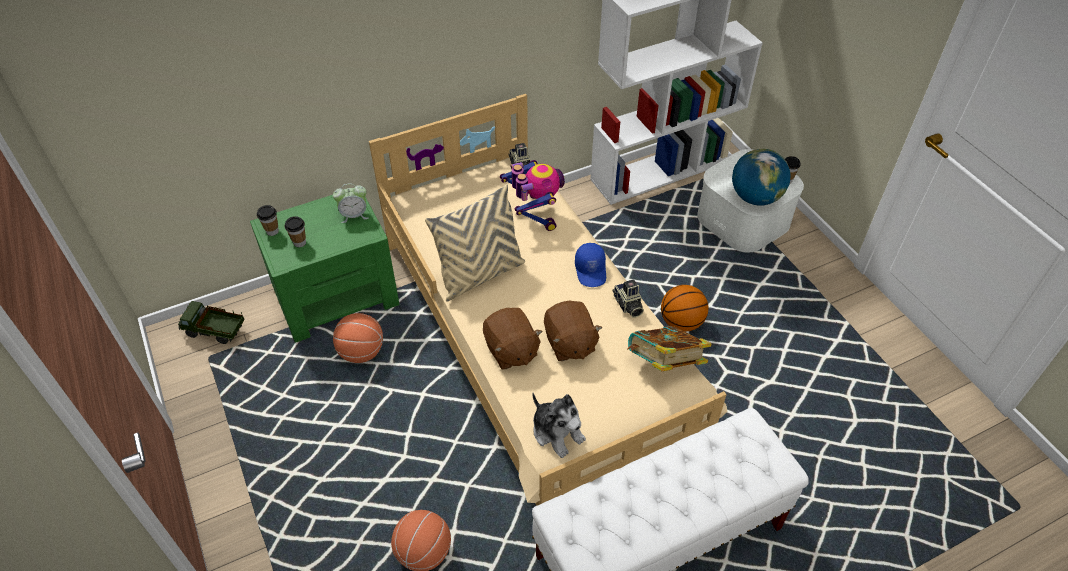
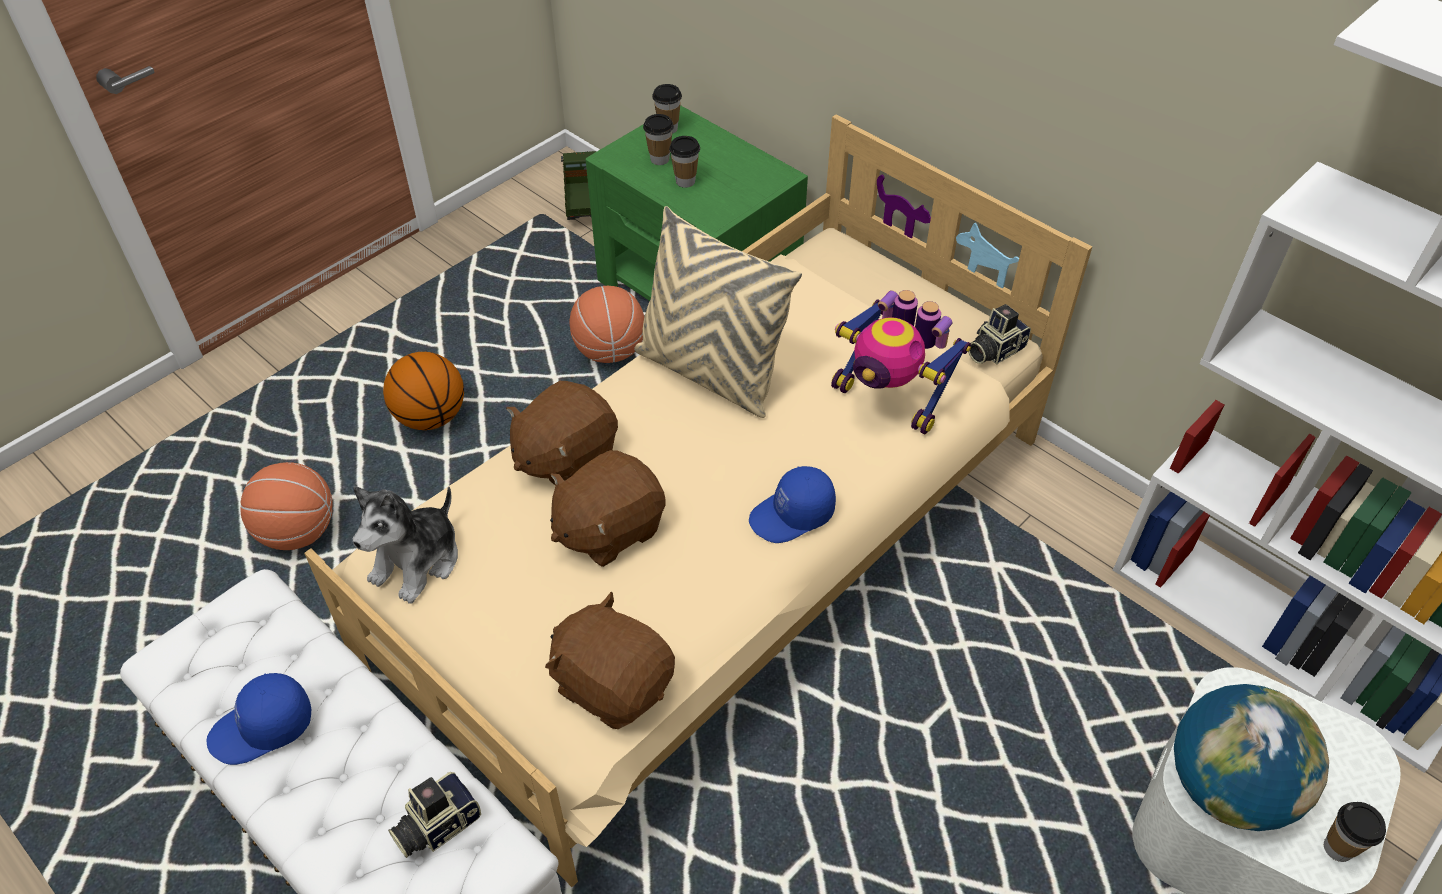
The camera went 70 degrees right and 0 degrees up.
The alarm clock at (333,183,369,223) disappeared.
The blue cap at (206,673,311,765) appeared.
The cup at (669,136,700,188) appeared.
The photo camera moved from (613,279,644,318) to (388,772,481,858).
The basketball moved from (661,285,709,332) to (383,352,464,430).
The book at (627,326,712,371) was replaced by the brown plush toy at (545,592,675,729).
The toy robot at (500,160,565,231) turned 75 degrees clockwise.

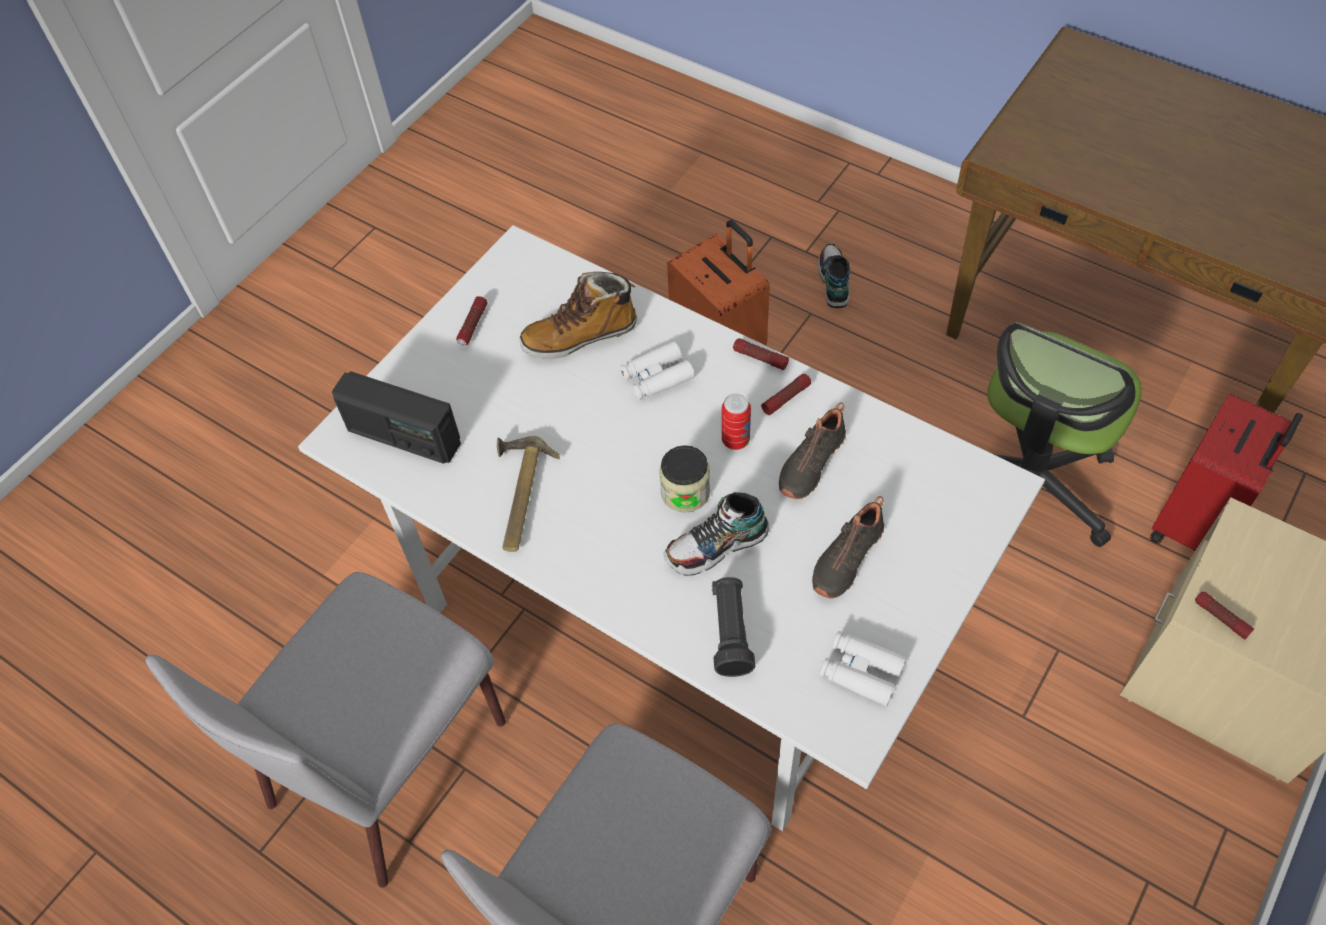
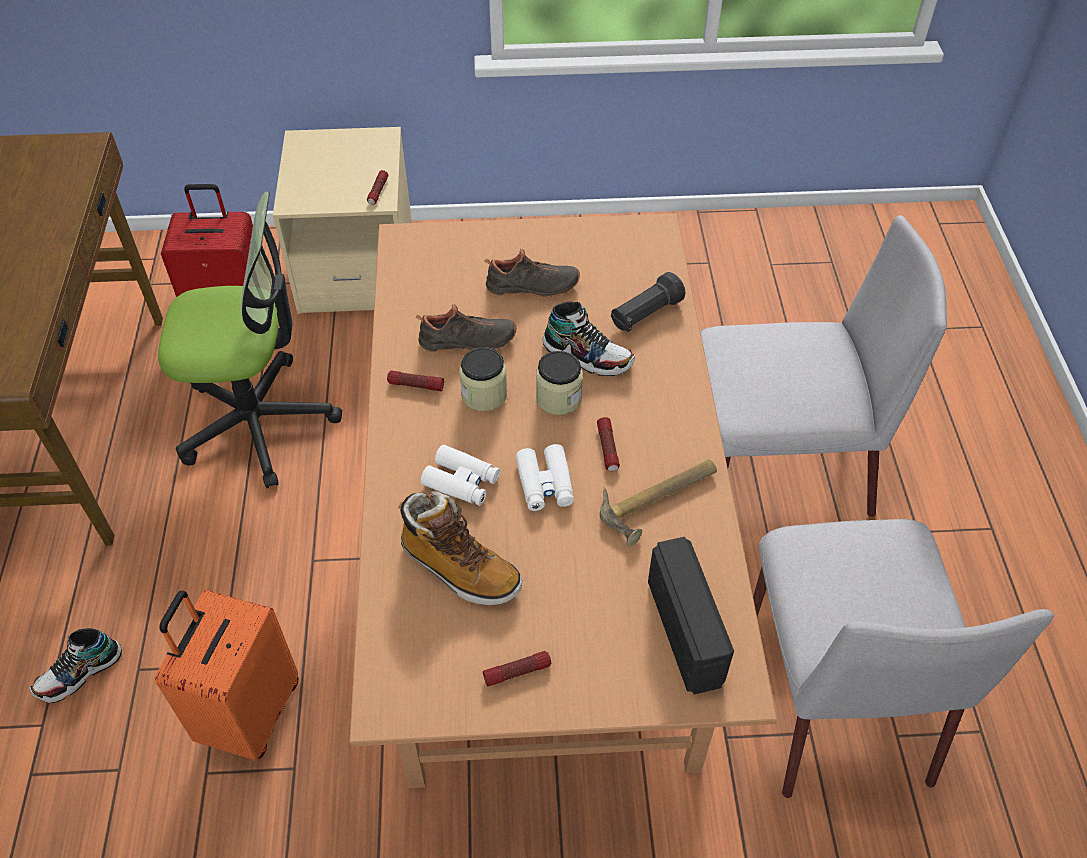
The camera went 130 degrees left and 5 degrees down.
The flashlight moved from (733,338,789,370) to (597,417,620,471).
The white binoculars moved from (819,631,907,706) to (516,444,574,511).
The can at (722,393,751,450) was replaced by the jar at (459,347,507,411).
The white dining table at (298,225,1045,831) became the brown dining table at (350,213,777,788).
The grey chair at (145,572,506,888) turned 90 degrees clockwise.

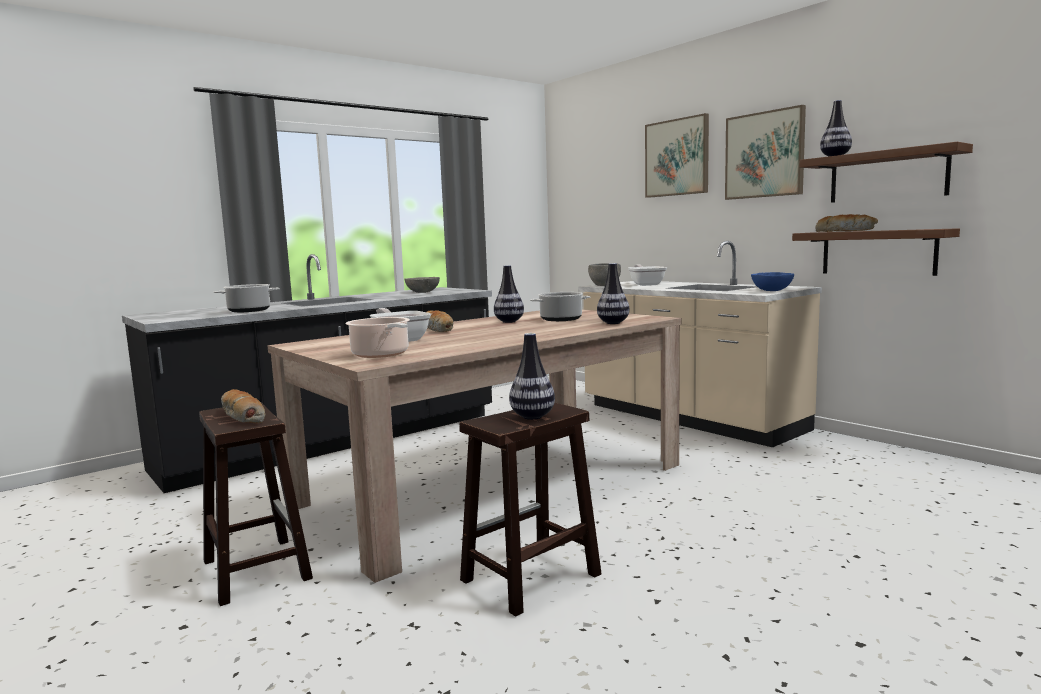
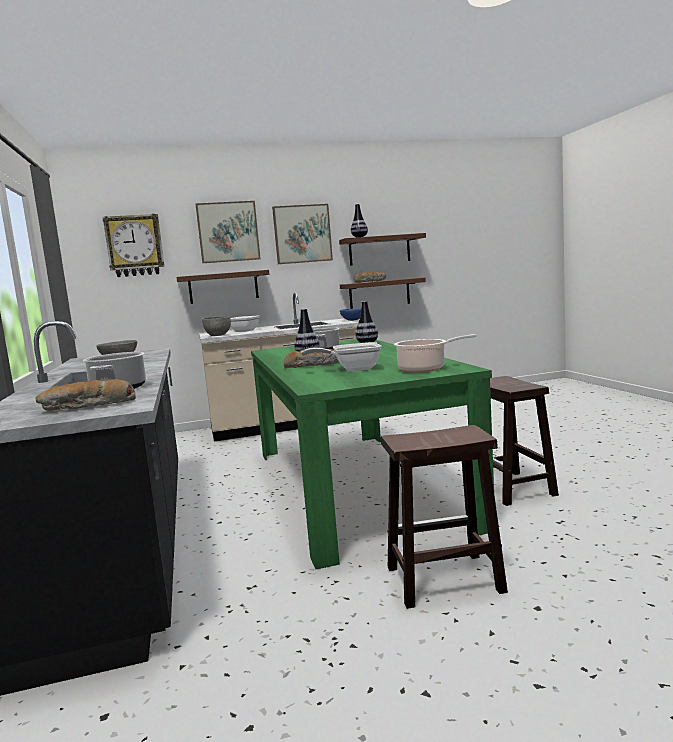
The camera went 65 degrees left and 0 degrees up.
The vase at (509,333,555,420) disappeared.
The wall clock at (103,214,164,277) appeared.
The brown shelf at (177,270,269,304) appeared.
The bread moved from (221,389,265,423) to (35,379,136,411).
The beige dining table at (267,309,681,583) became the green dining table at (251,339,494,569).

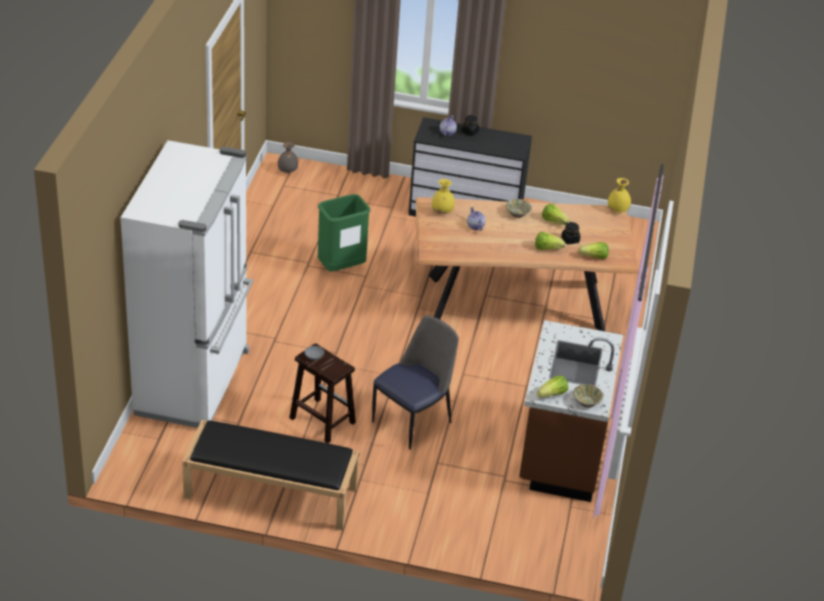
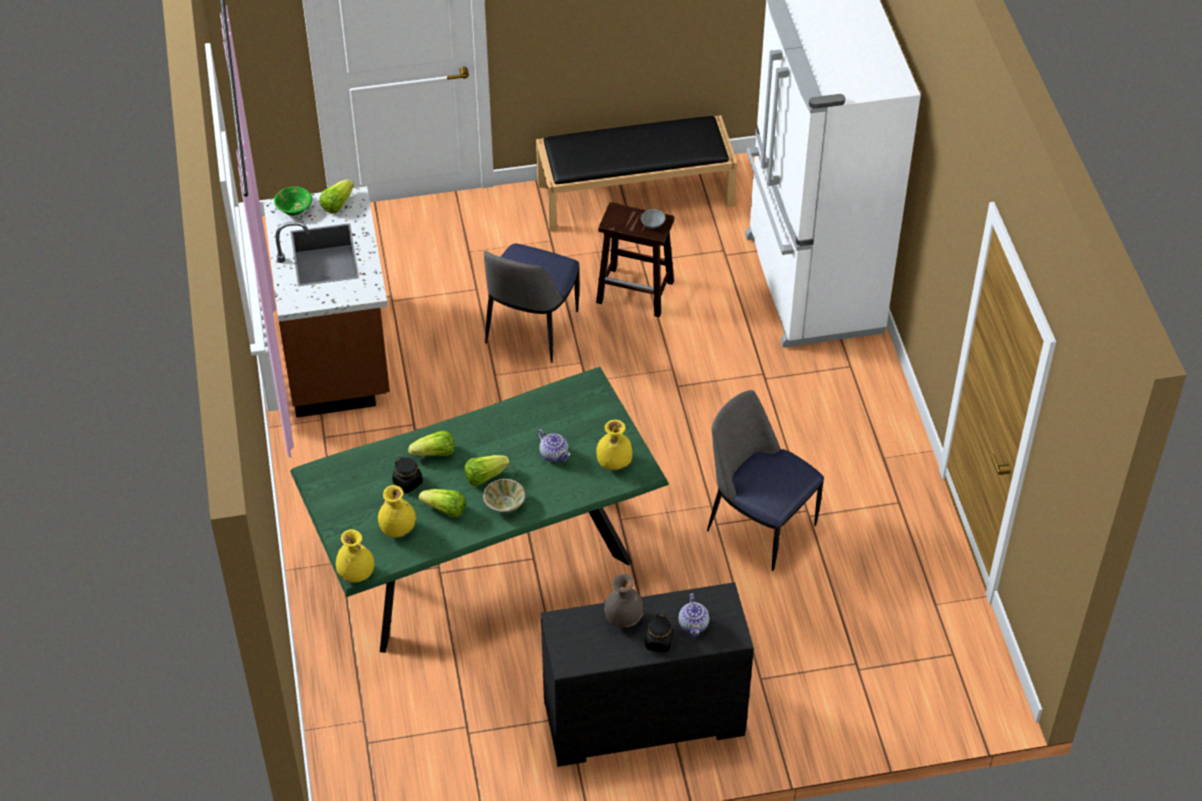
The camera went 160 degrees right and 10 degrees up.
The yellow vase at (378,485,417,538) appeared.
The grey vase moved from (278,142,298,173) to (604,574,644,627).
The lettuce moved from (579,242,609,259) to (464,455,510,486).
The green trash can at (318,194,370,271) was replaced by the chair at (707,390,824,571).
The brown dining table at (416,197,639,332) became the green dining table at (290,367,669,653).
The beige bowl at (573,384,604,408) became the green bowl at (274,187,312,216).

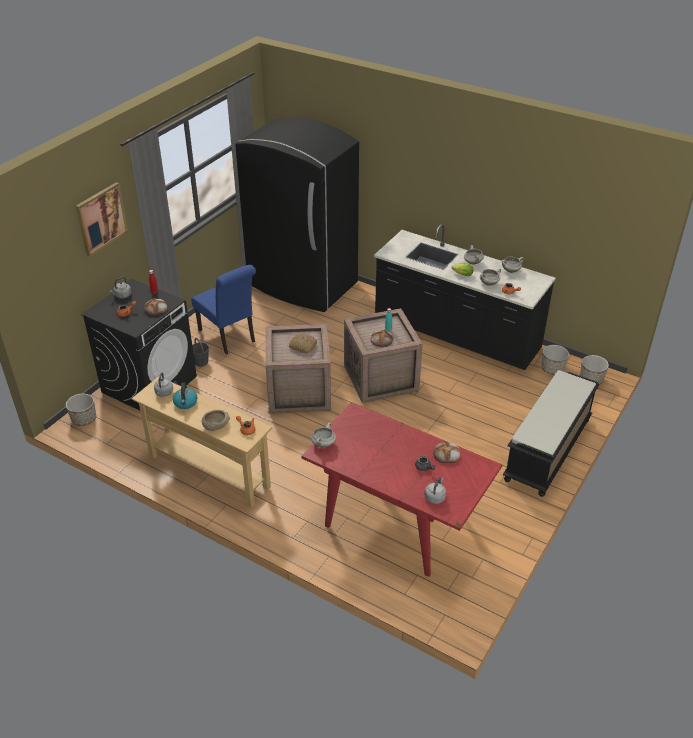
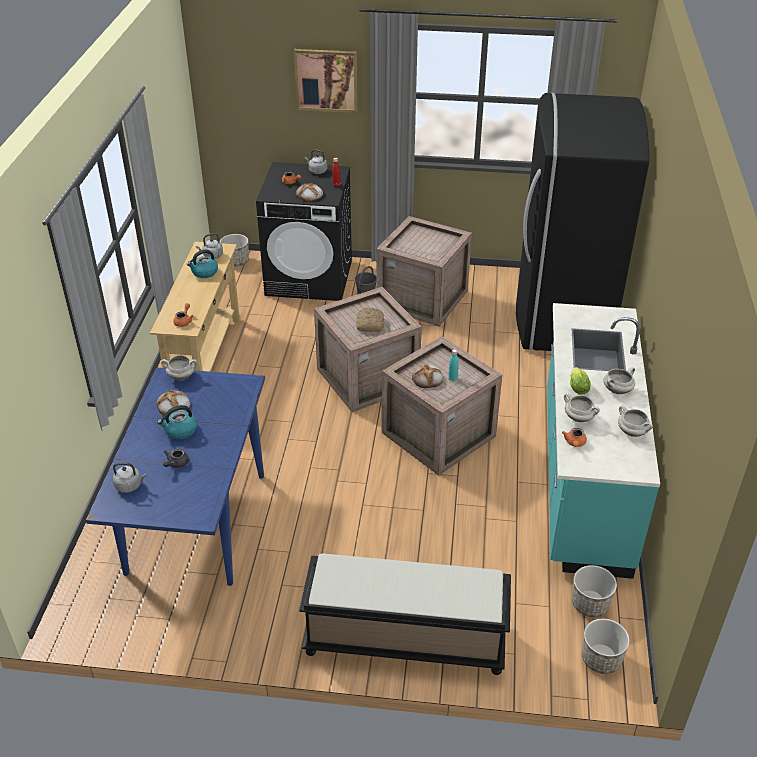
The camera went 65 degrees right and 0 degrees up.
The beige bowl at (201,410,230,431) disappeared.
The kettle at (157,405,197,439) appeared.
The bread moved from (433,441,460,463) to (156,390,191,415).
The blue chair at (191,265,256,354) was replaced by the crate at (377,216,472,327).
The red dining table at (301,402,502,577) became the blue dining table at (86,367,265,586).
The black counter at (374,224,556,370) became the turquoise counter at (547,303,660,579).

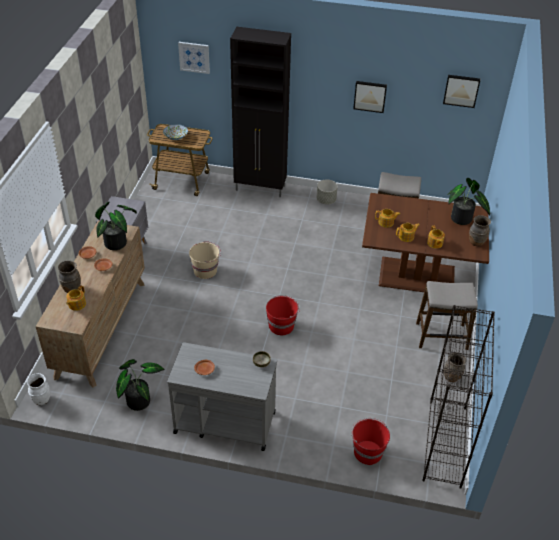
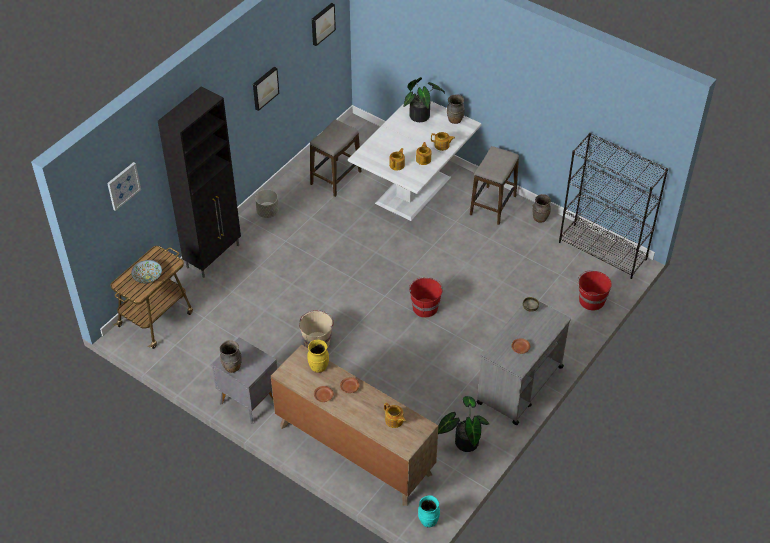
The camera went 65 degrees left and 5 degrees up.
The brown vase moved from (58,260,81,293) to (219,340,242,373).
The potted plant at (95,202,137,250) was replaced by the yellow vase at (307,340,329,373).
The white vase at (27,373,50,406) became the turquoise vase at (418,495,440,528).
The brown dining table at (362,193,489,292) became the white dining table at (348,101,482,221).

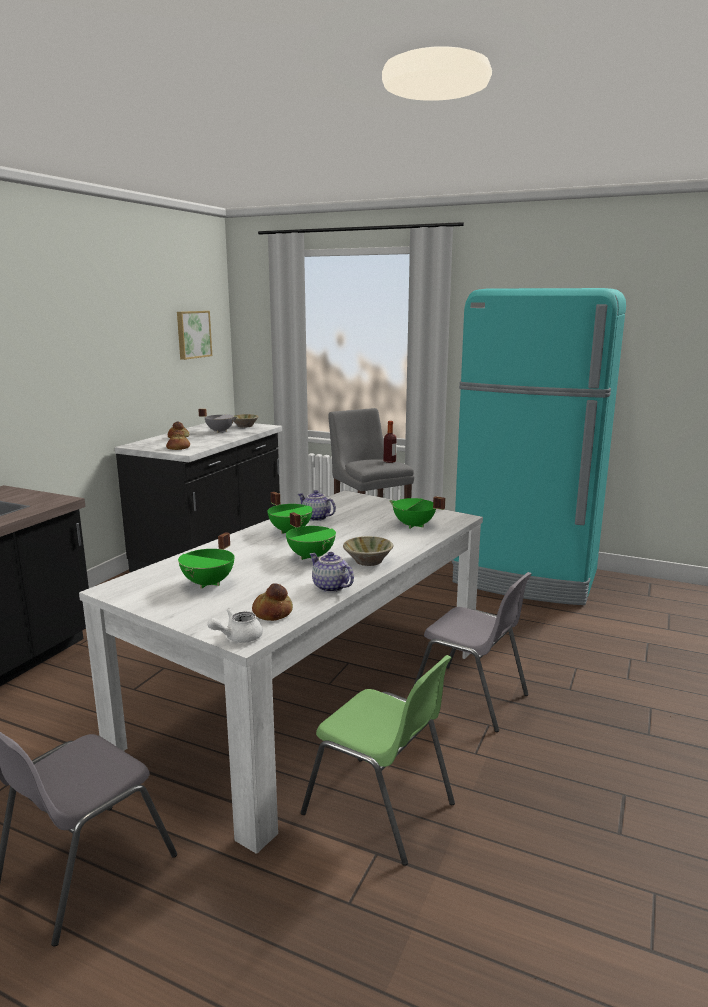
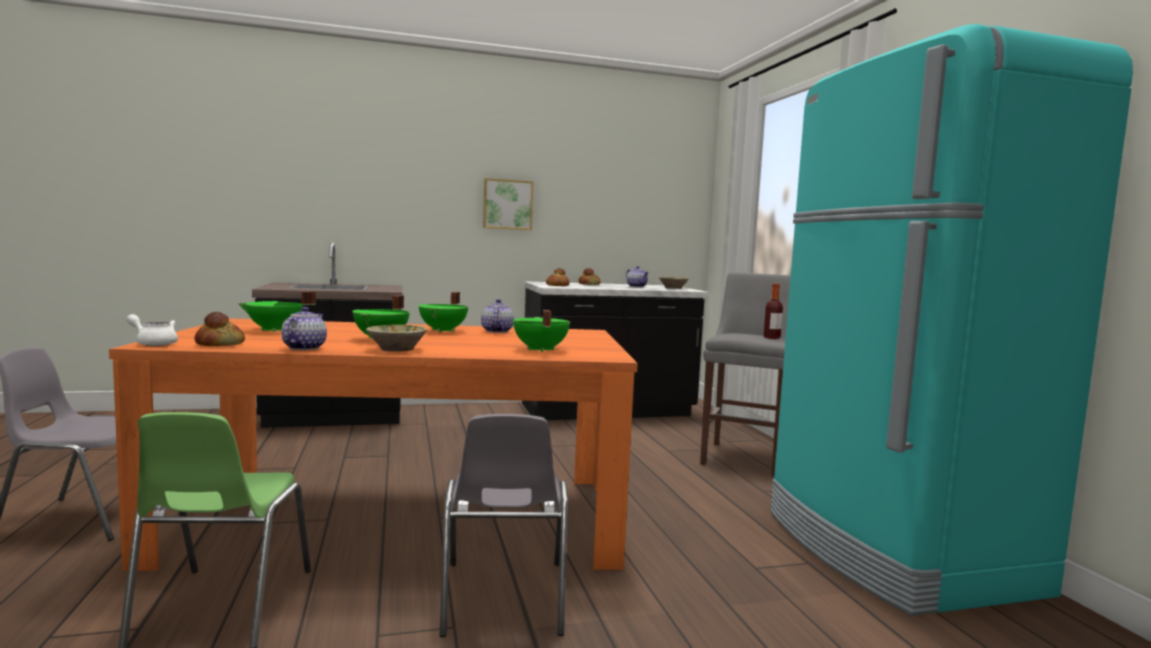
The camera went 50 degrees right and 10 degrees down.
The picture moved from (177,311,212,360) to (483,178,533,230).
The grey cooking pot at (198,409,237,433) was replaced by the teapot at (626,266,649,287).
The white dining table at (79,490,483,854) became the orange dining table at (109,318,638,571).

